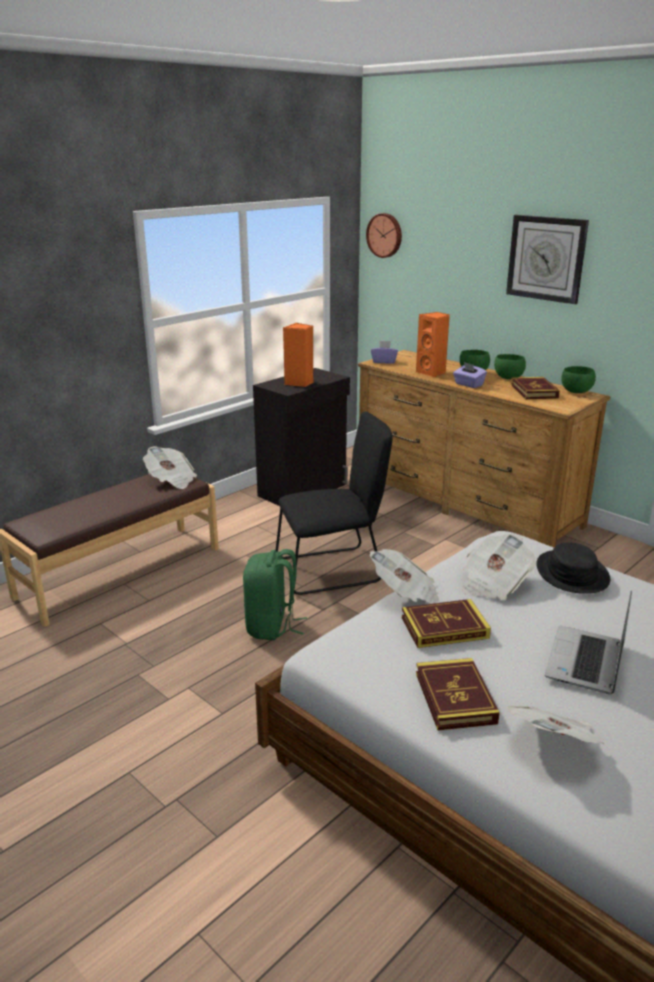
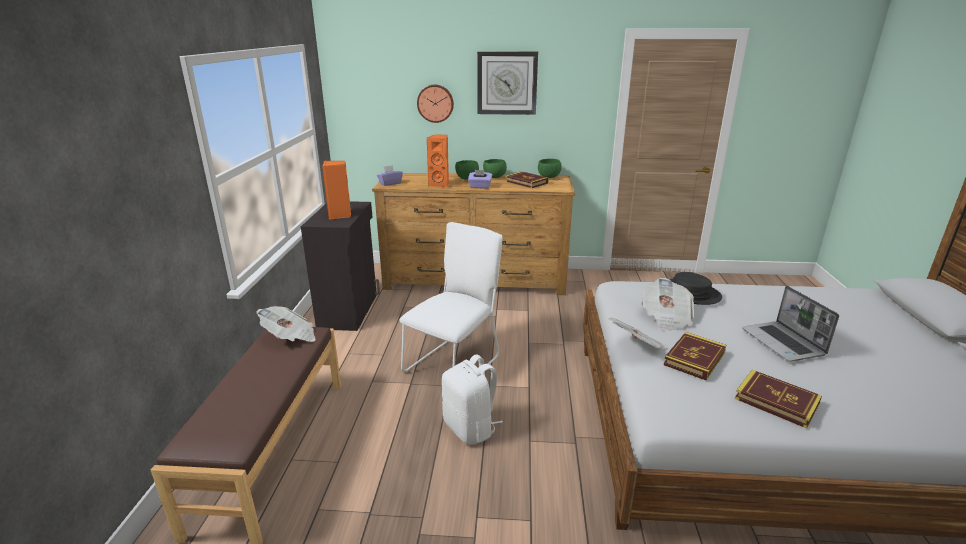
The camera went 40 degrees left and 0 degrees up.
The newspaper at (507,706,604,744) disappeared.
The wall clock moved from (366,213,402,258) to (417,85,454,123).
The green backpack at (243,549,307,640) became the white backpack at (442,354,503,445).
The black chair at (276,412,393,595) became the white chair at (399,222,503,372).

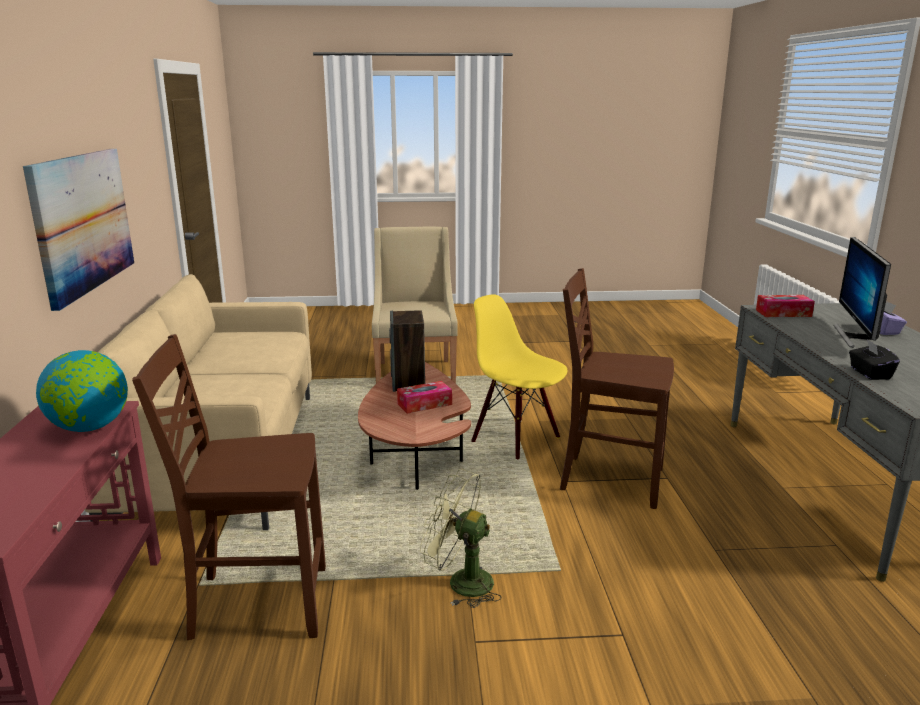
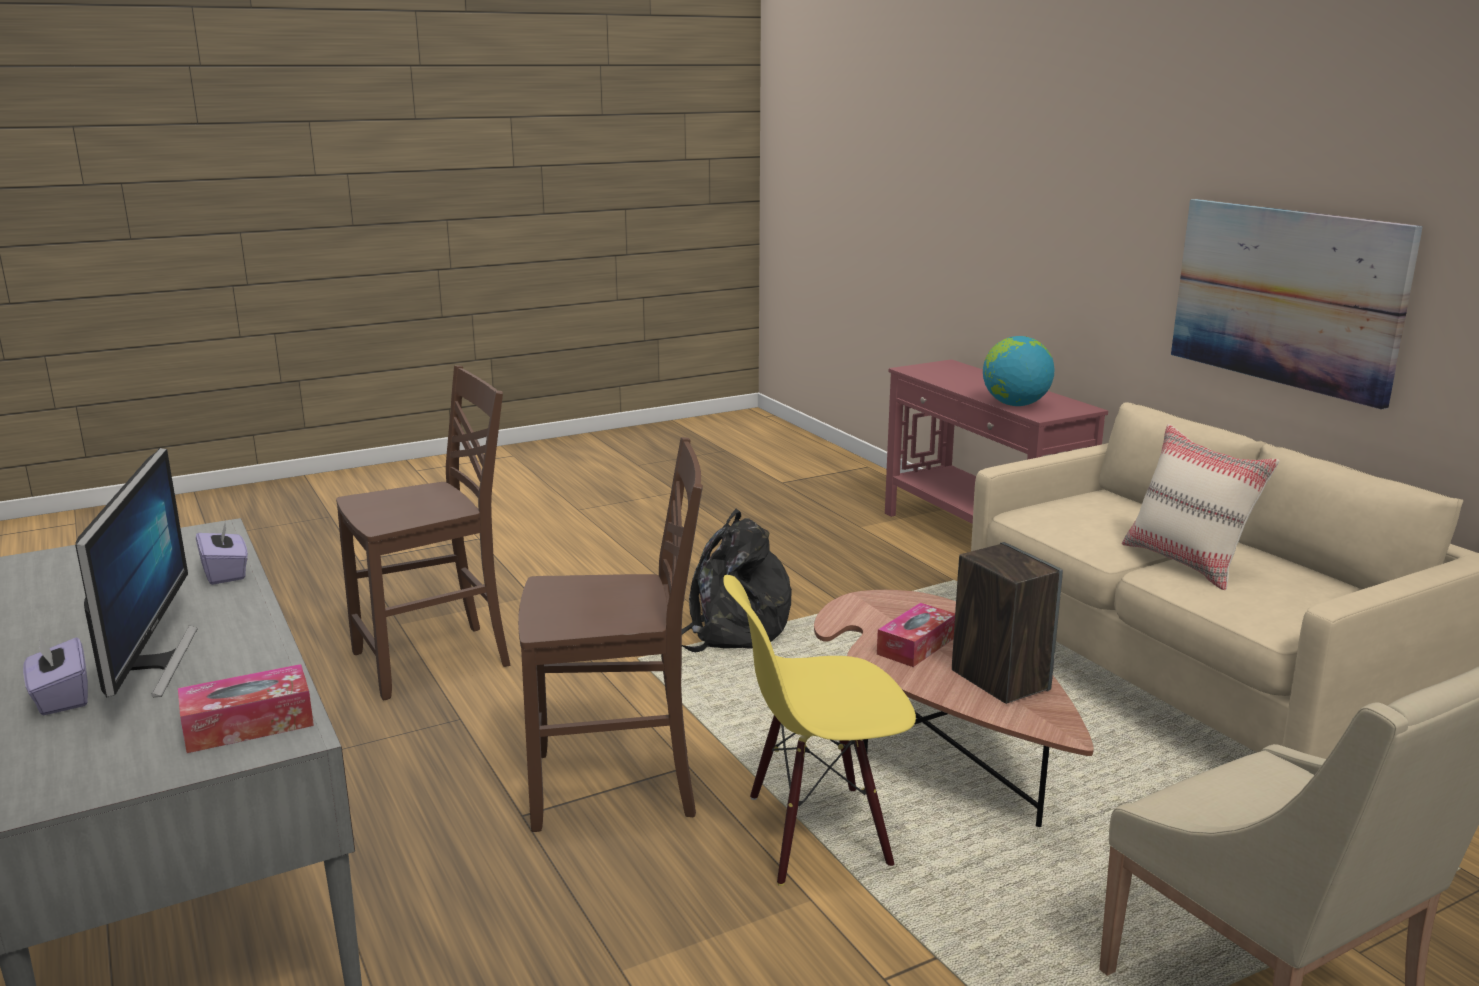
The camera went 155 degrees right and 0 degrees up.
The beige pillow at (1122,424,1280,590) appeared.
The brown chair moved from (132,334,326,640) to (336,366,510,700).
The green fan at (420,469,502,608) was replaced by the black backpack at (682,509,792,652).
The black tissue box at (849,339,900,380) became the purple tissue box at (196,520,248,585).
The yellow chair at (471,294,567,459) turned 150 degrees clockwise.

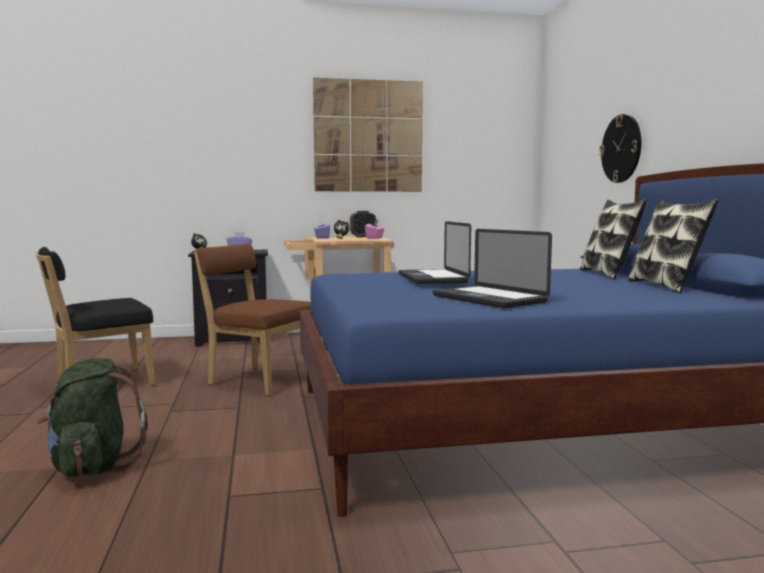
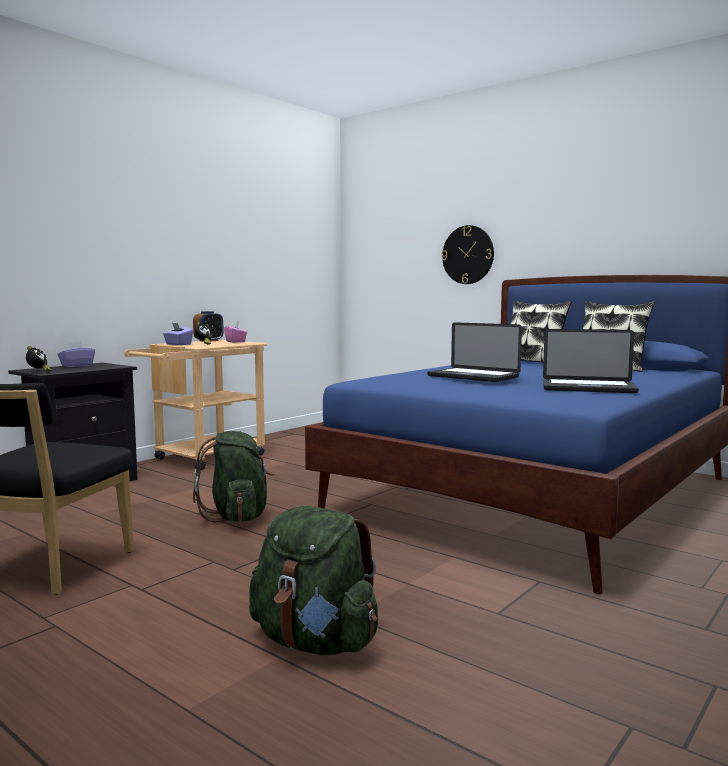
The camera went 40 degrees left and 0 degrees up.
The picture at (313,78,423,192) disappeared.
The brown chair at (194,243,311,396) was replaced by the green backpack at (193,431,274,522).

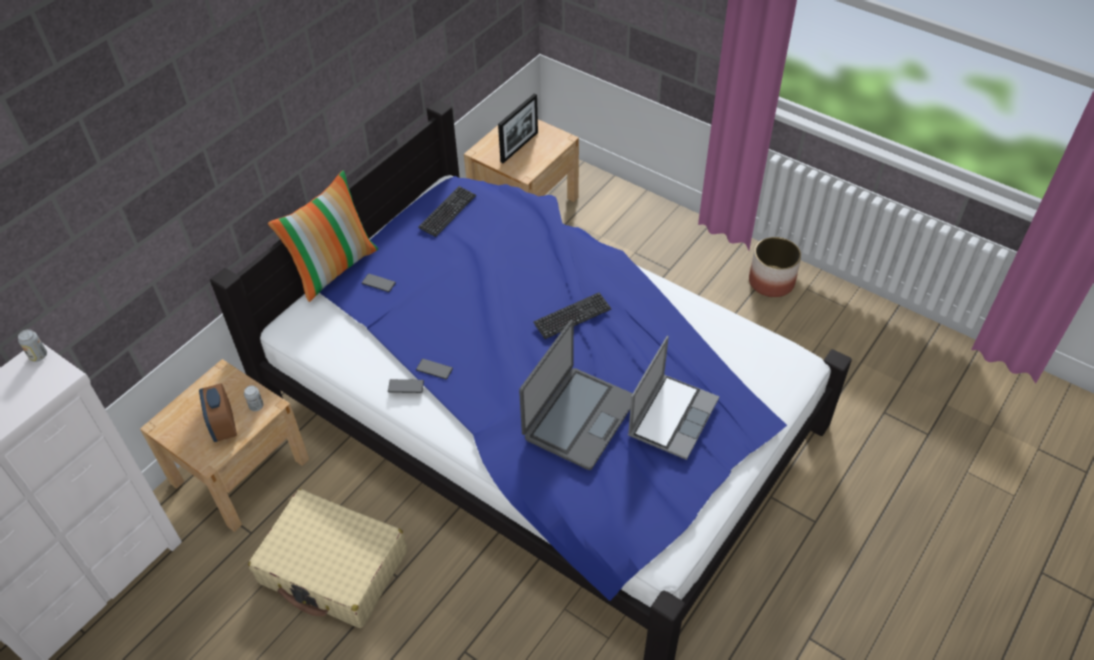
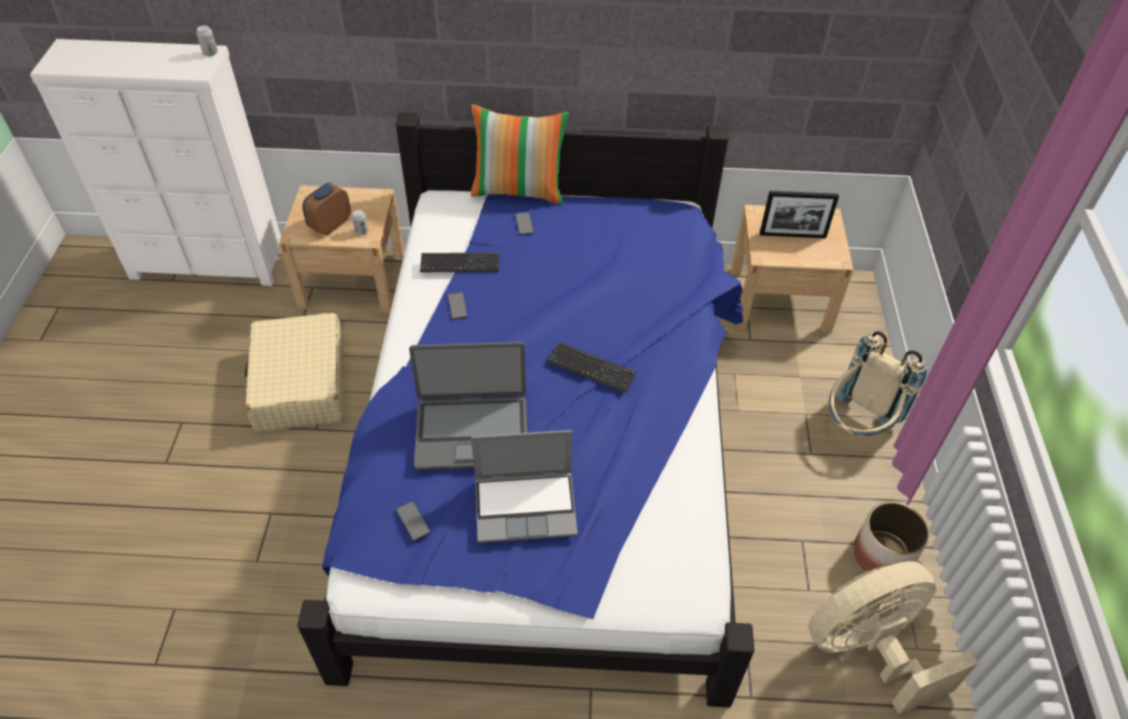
The camera went 55 degrees right and 0 degrees up.
The beige fan at (808,561,978,714) appeared.
The beige backpack at (829,331,927,436) appeared.
The phone moved from (388,379,424,393) to (396,501,431,541).
The keyboard moved from (418,186,476,237) to (420,253,499,272).

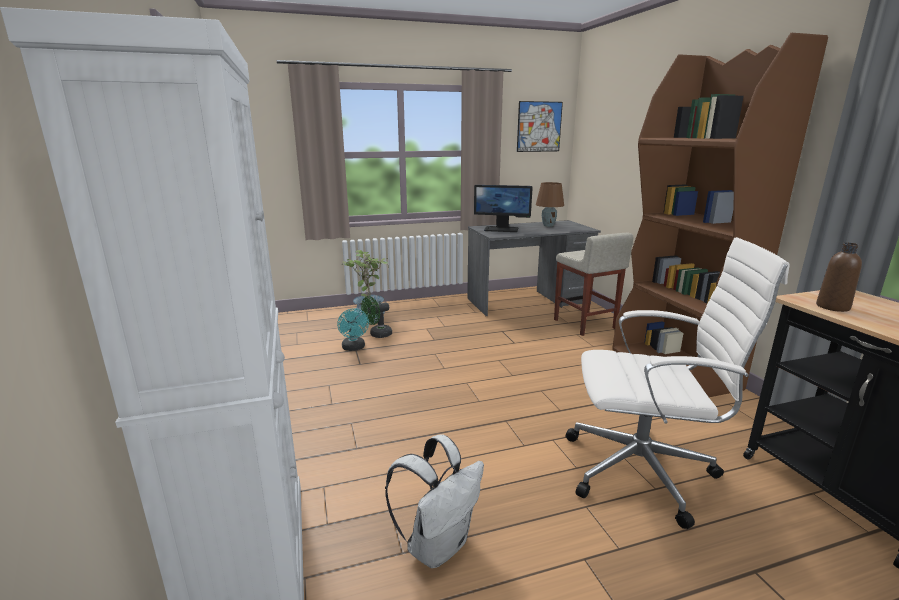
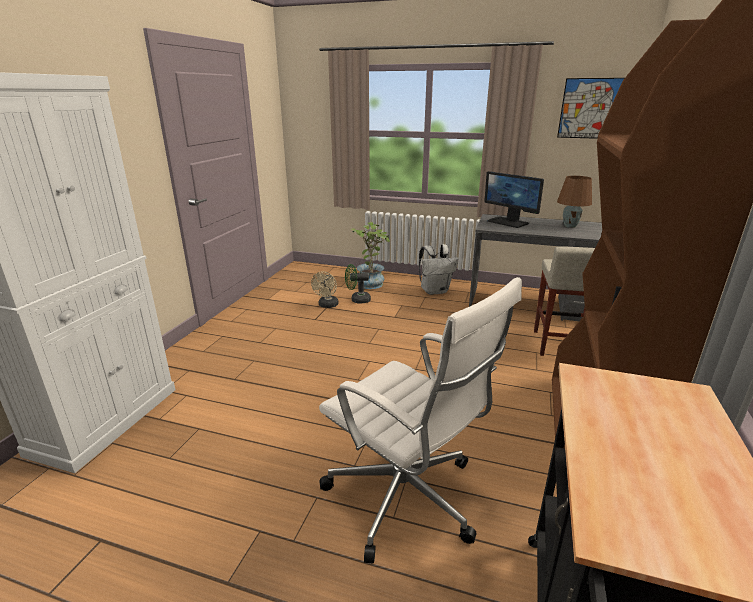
The camera went 35 degrees right and 5 degrees up.
The brown bottle at (816,243,862,312) disappeared.
The white backpack moved from (385,434,484,568) to (419,244,458,295).
The turquoise fan at (337,308,369,351) became the beige fan at (311,271,339,308).

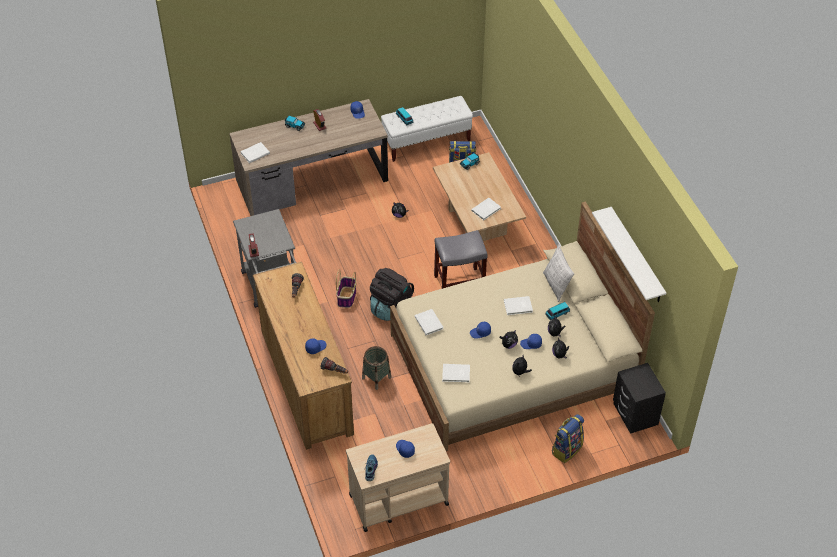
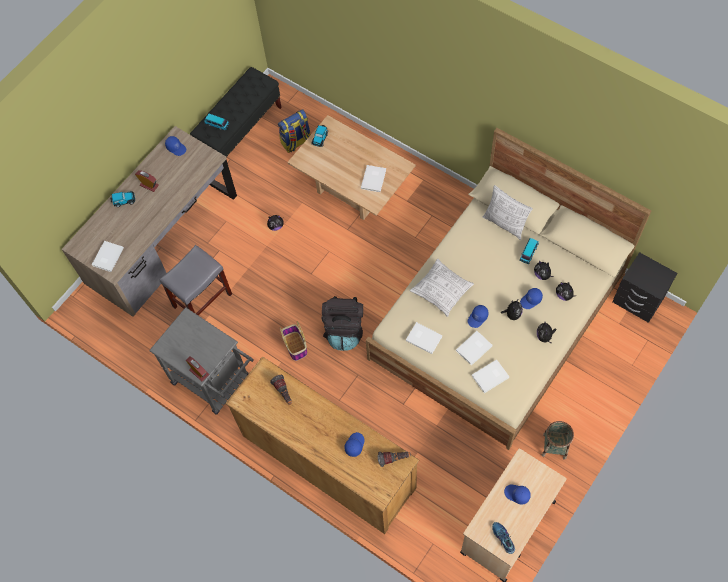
The camera went 30 degrees left and 15 degrees up.
The backpack at (552,414,584,463) disappeared.
The white shelf at (592,207,666,302) disappeared.
The pillow at (410,259,474,317) appeared.
The basket moved from (362,346,391,390) to (542,421,574,460).
The grey stool moved from (434,230,488,289) to (160,245,232,316).
The white book moved from (504,296,533,315) to (456,331,492,366).
The white bench at (381,96,473,162) became the black bench at (190,67,282,157).

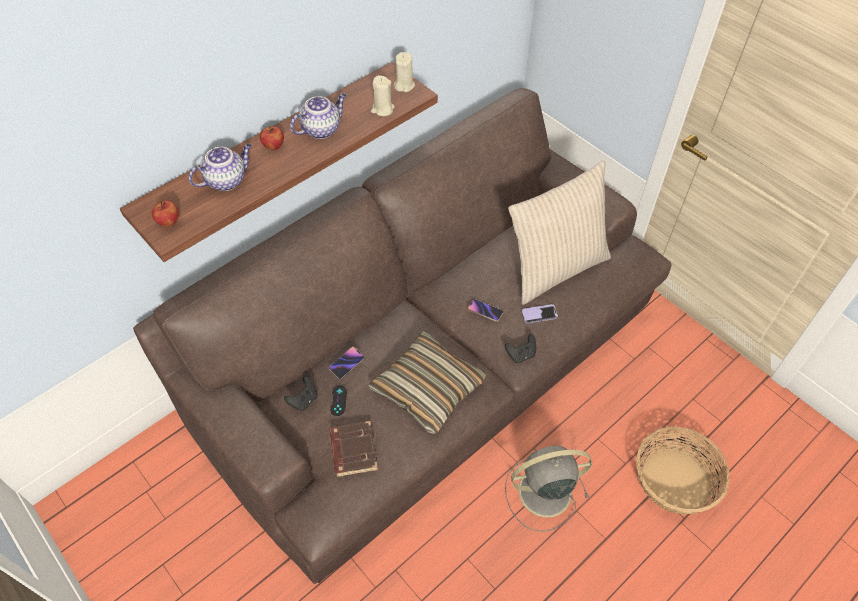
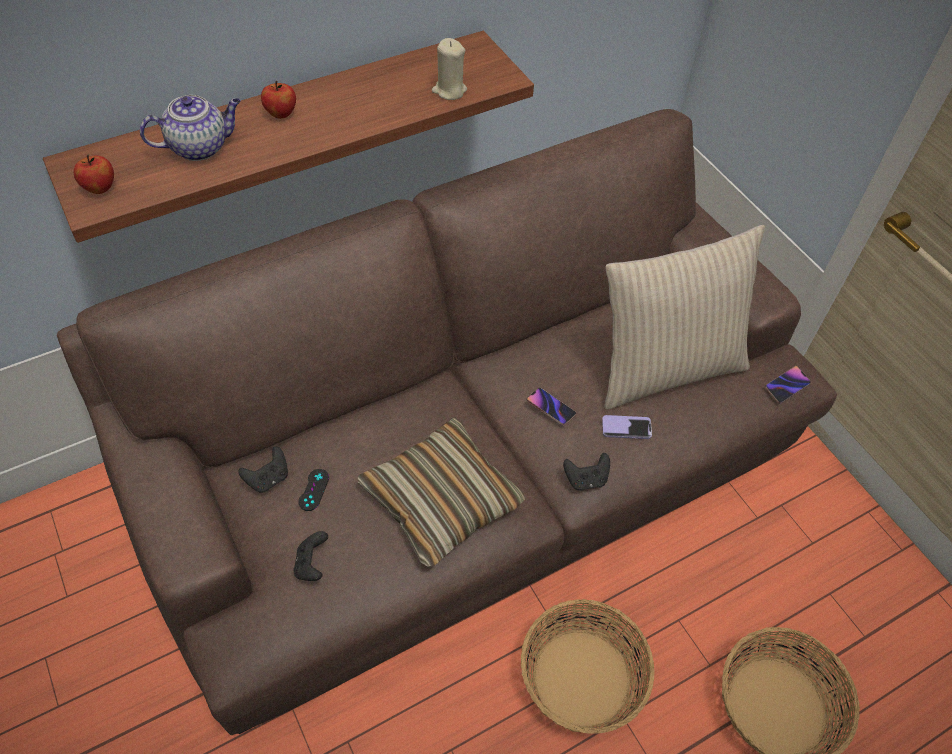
The camera went 10 degrees right and 0 degrees up.
The teapot at (290,93,346,139) disappeared.
The beige candle at (394,52,415,92) disappeared.
The phone moved from (329,347,364,379) to (765,366,811,404).
The brown book at (329,421,378,477) was replaced by the black game controller at (293,531,328,581).
The grey fan at (505,446,592,532) was replaced by the basket at (521,599,654,734).

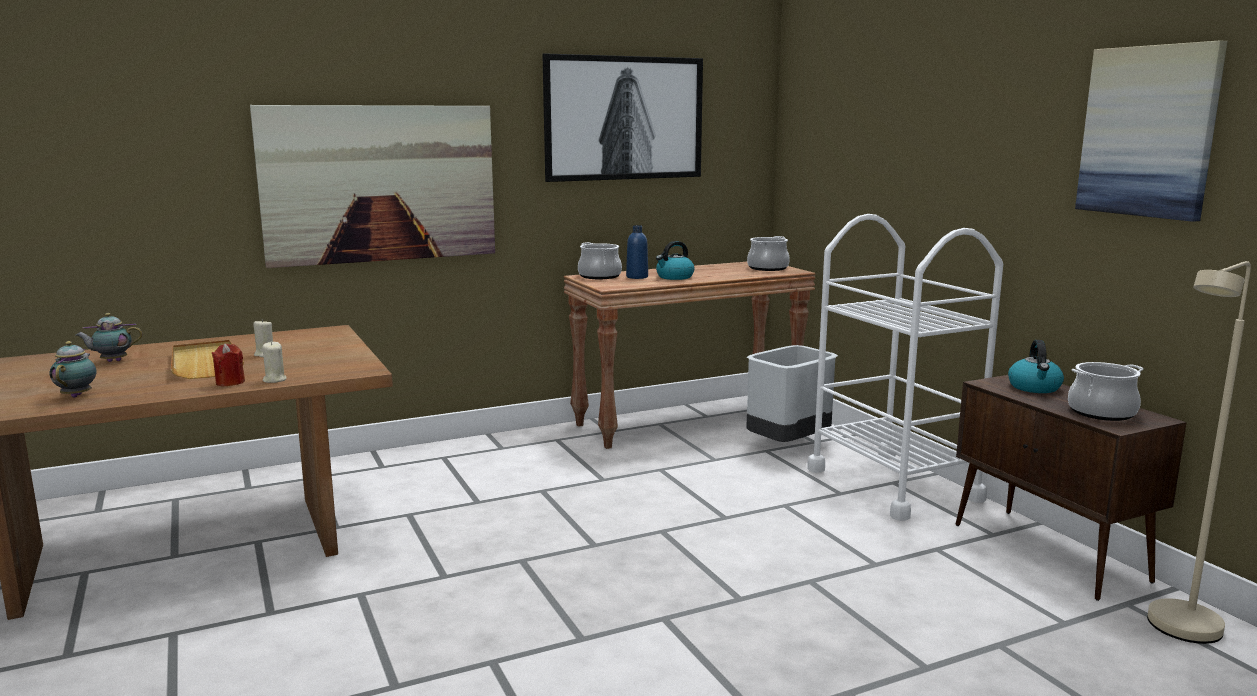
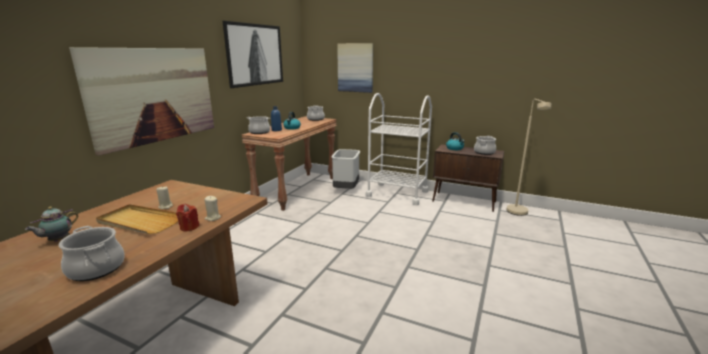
The camera went 40 degrees left and 5 degrees up.
The picture moved from (1075,40,1228,222) to (337,43,373,93).
The teapot at (49,341,96,398) was replaced by the cooking pot at (58,226,125,281).

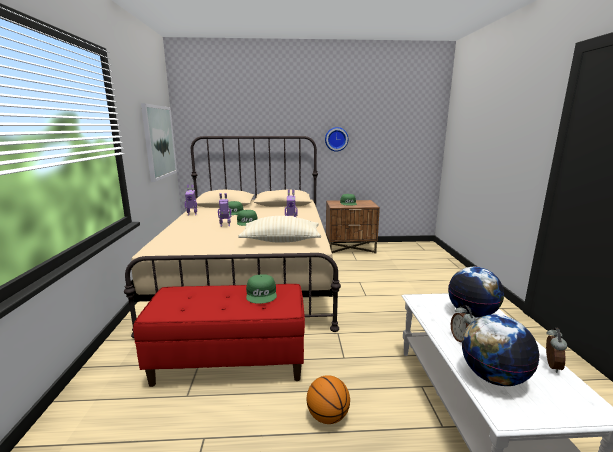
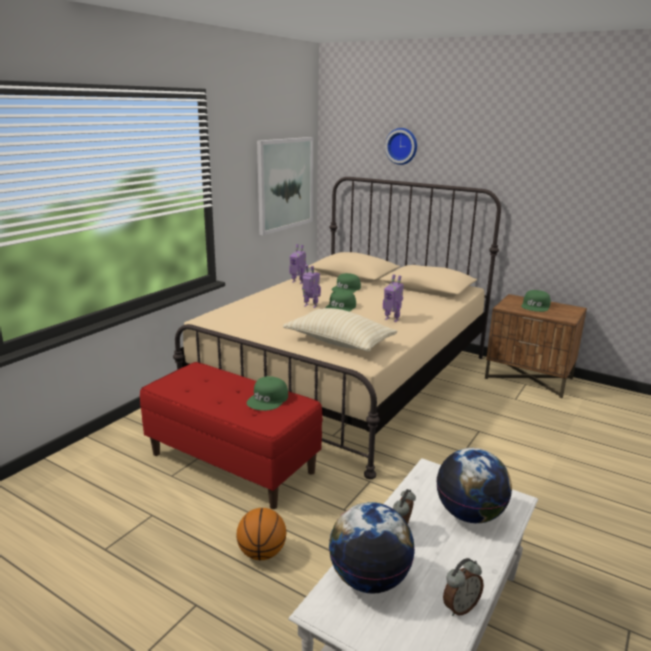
The camera went 35 degrees right and 5 degrees up.
The wall clock moved from (325,127,348,152) to (385,128,417,165).

